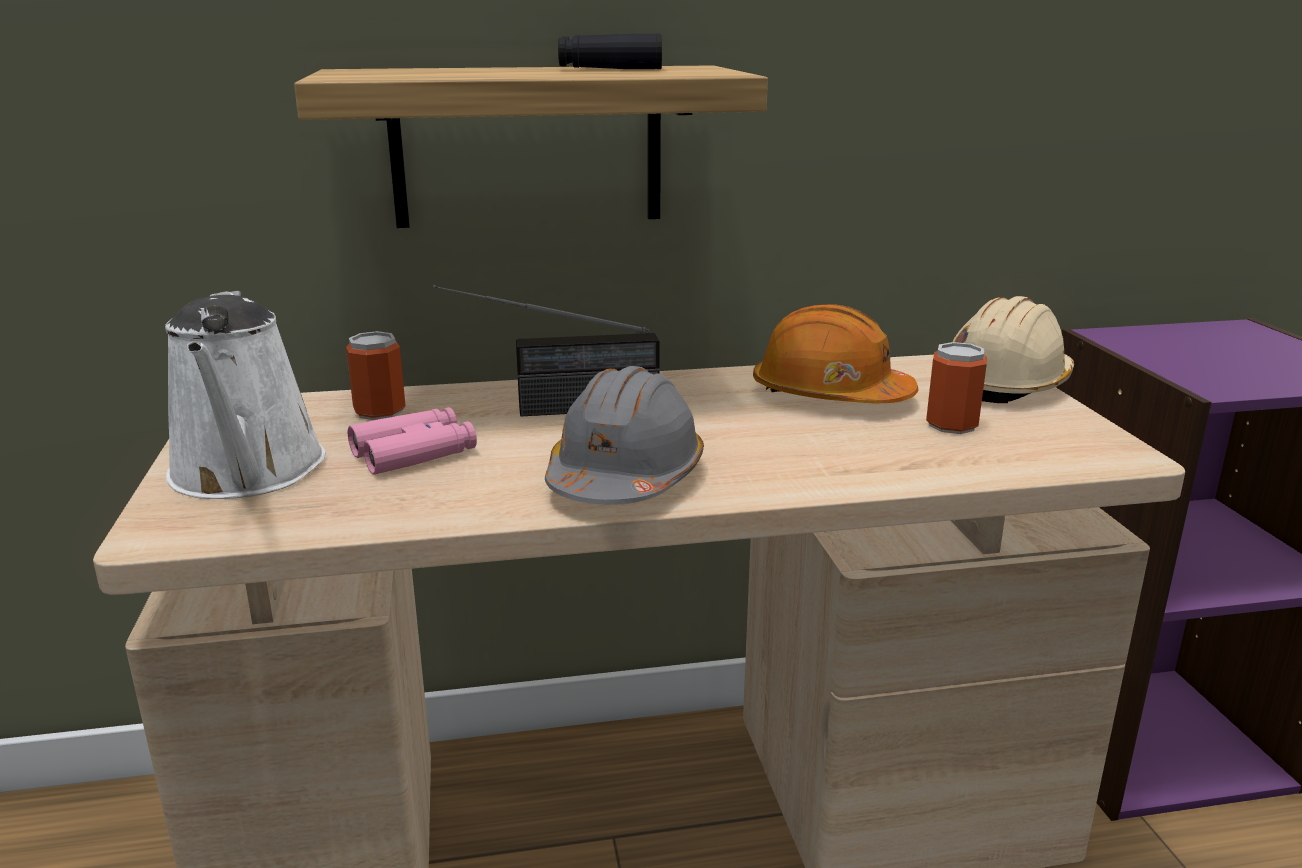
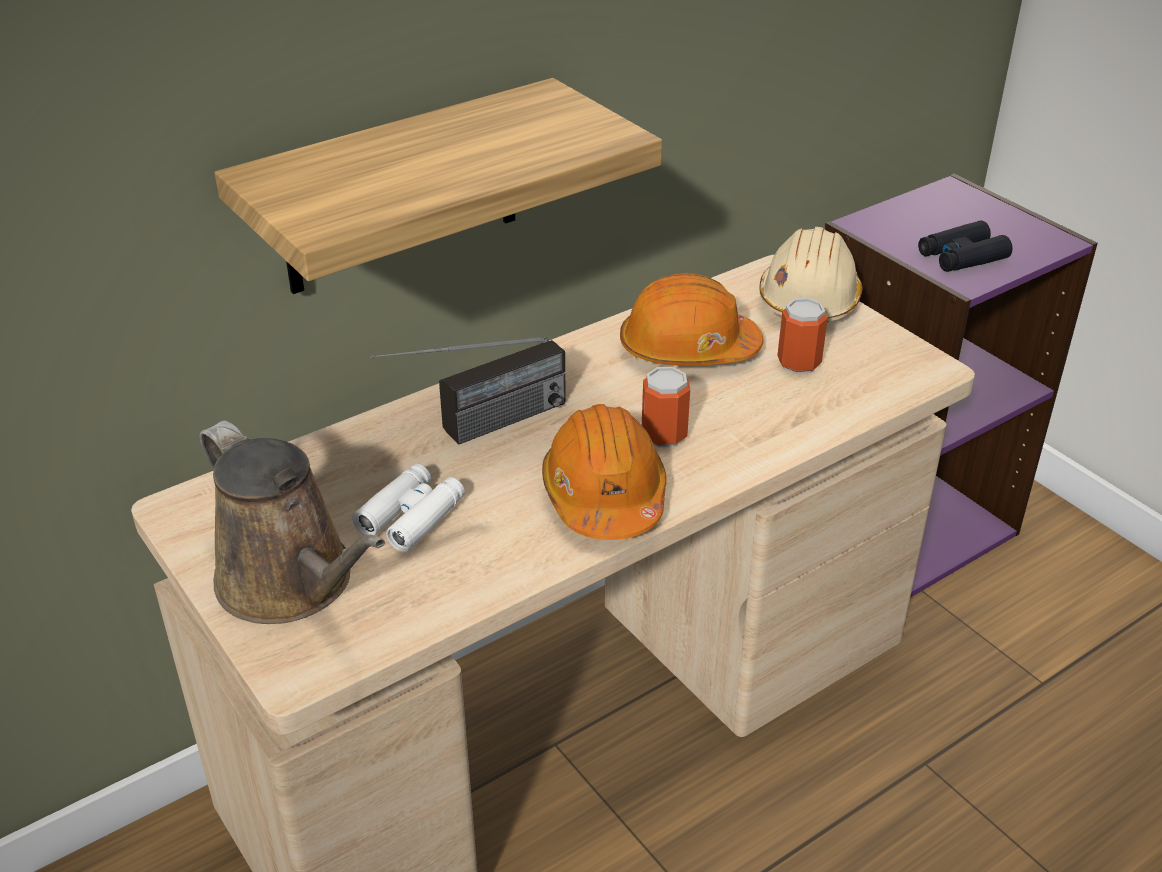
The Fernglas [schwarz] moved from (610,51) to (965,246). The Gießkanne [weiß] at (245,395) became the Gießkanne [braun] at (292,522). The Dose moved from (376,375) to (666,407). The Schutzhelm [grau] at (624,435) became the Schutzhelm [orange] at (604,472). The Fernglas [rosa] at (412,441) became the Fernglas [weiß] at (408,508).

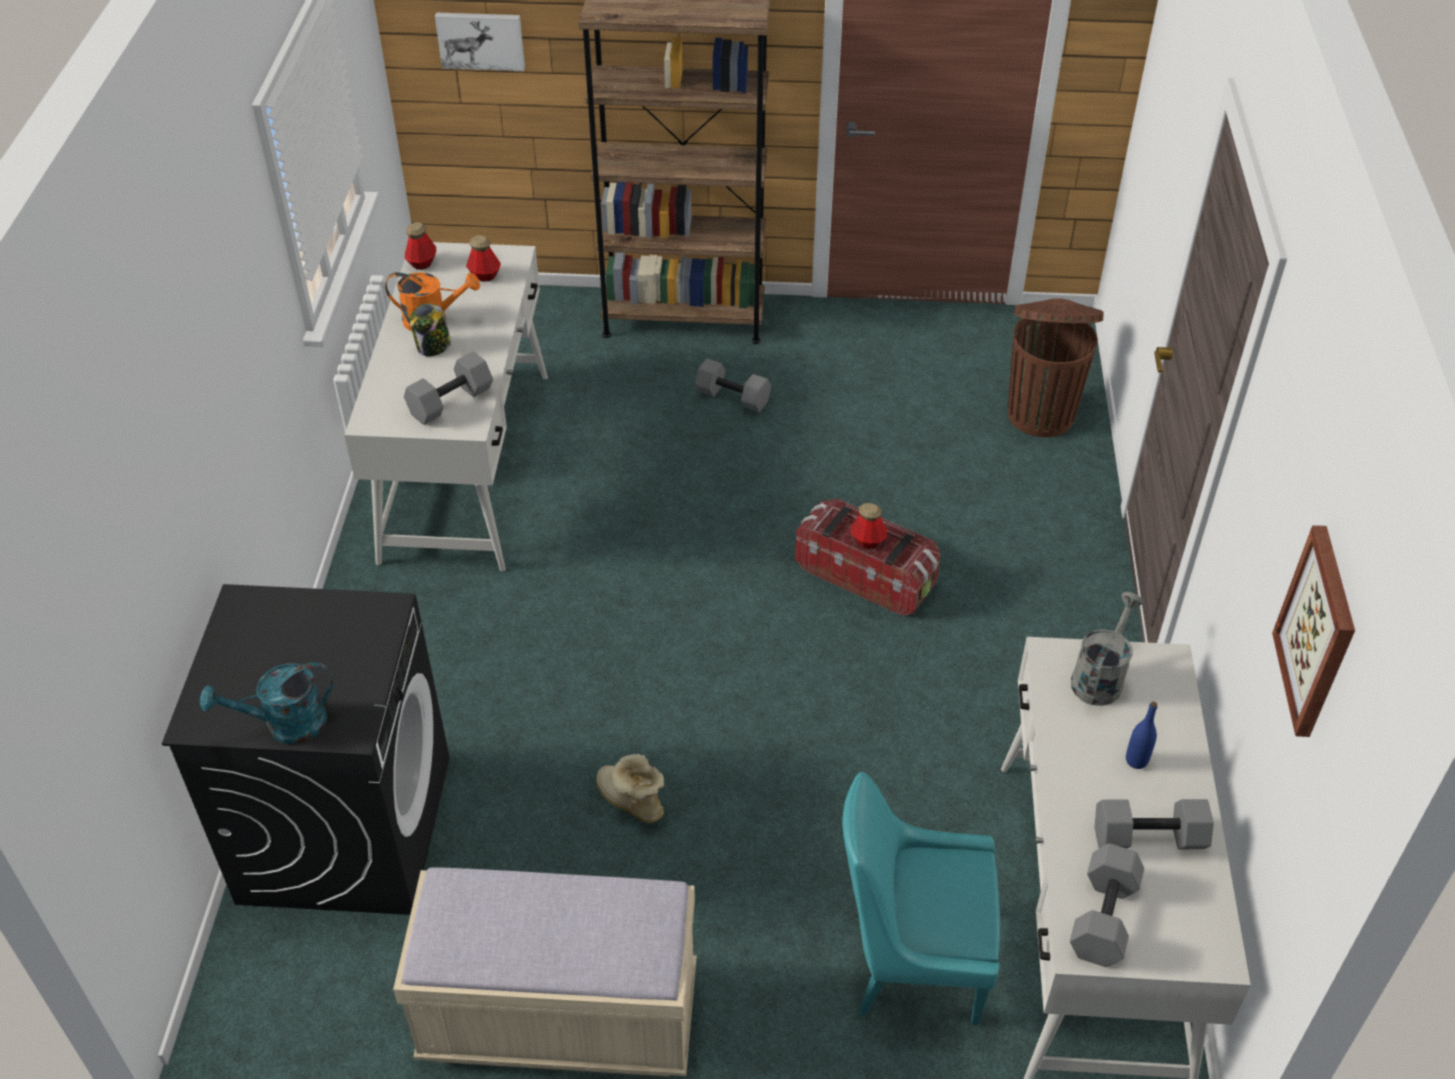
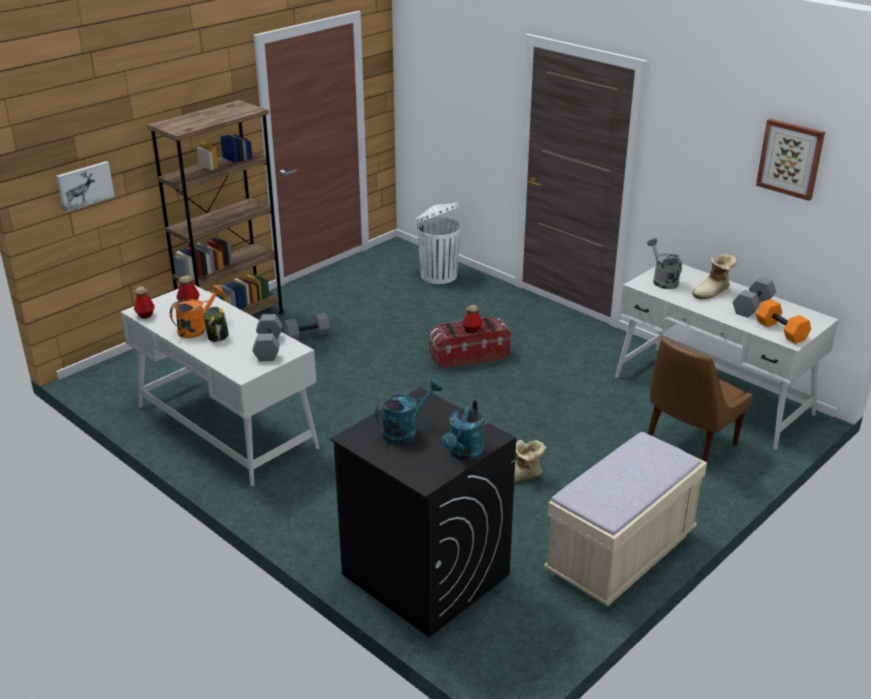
The Mülleimer [braun] at (1056,367) became the Mülleimer [weiß] at (437,243). The Flasche [blau] at (1141,735) was replaced by the Stiefel at (714,276). The Stuhl [türkis] at (921,898) became the Stuhl [braun] at (700,400). The Hantel [grau] at (1107,905) became the Hantel [orange] at (783,321). The Gießkanne [türkis] at (409,411) appeared.

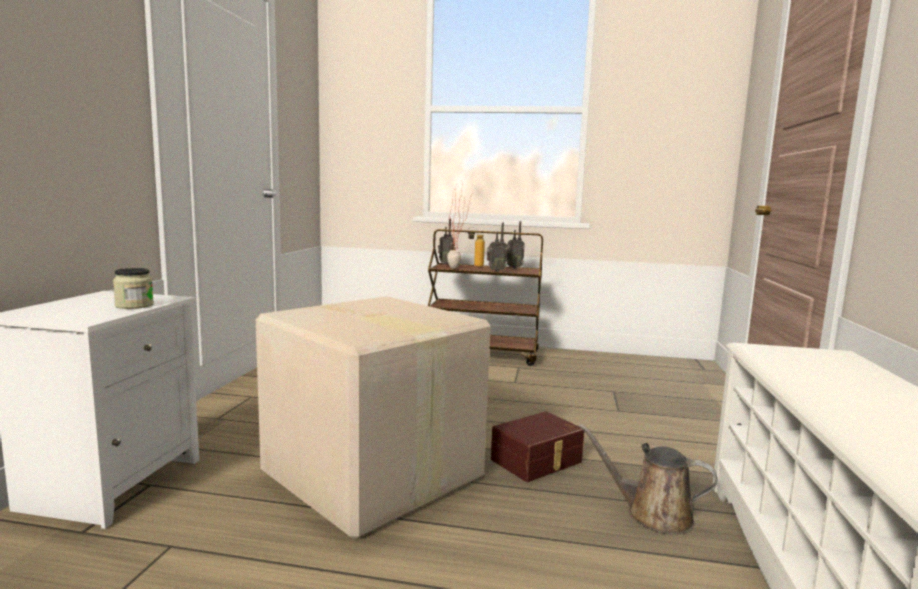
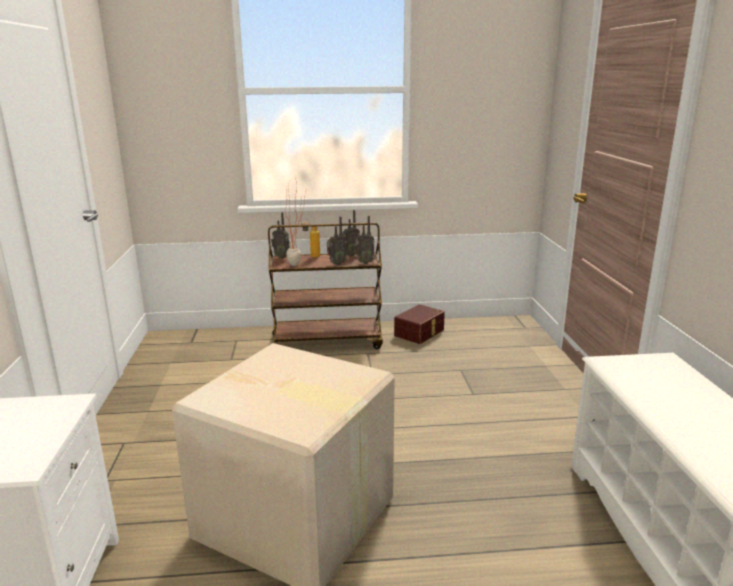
The Vorratsglas at (133,288) disappeared. The Aufbewahrungsbox [braun] moved from (537,446) to (419,324). The Gießkanne [braun] at (648,479) disappeared. The Radio at (364,240) appeared.

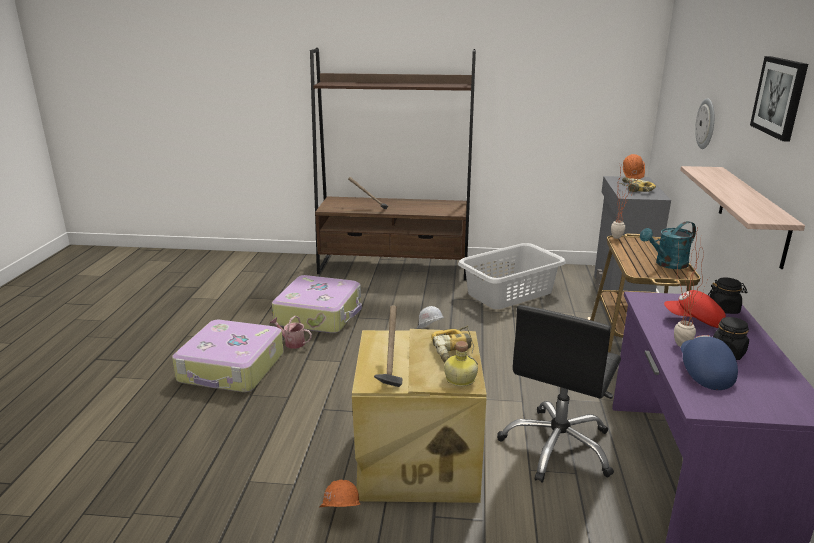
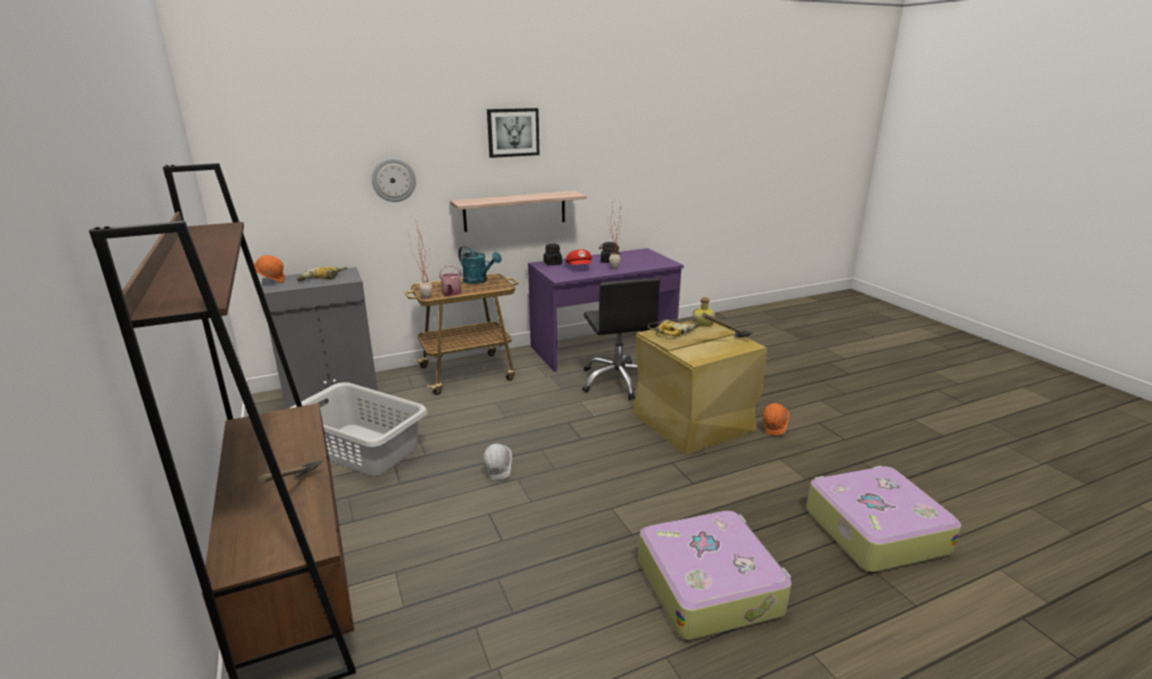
The Koffer moved from (317,304) to (884,518). The Bürostuhl [schwarz] at (559,394) turned 75 degrees clockwise. The Gießkanne moved from (291,332) to (450,280). The Kappe [blau] at (709,362) disappeared.

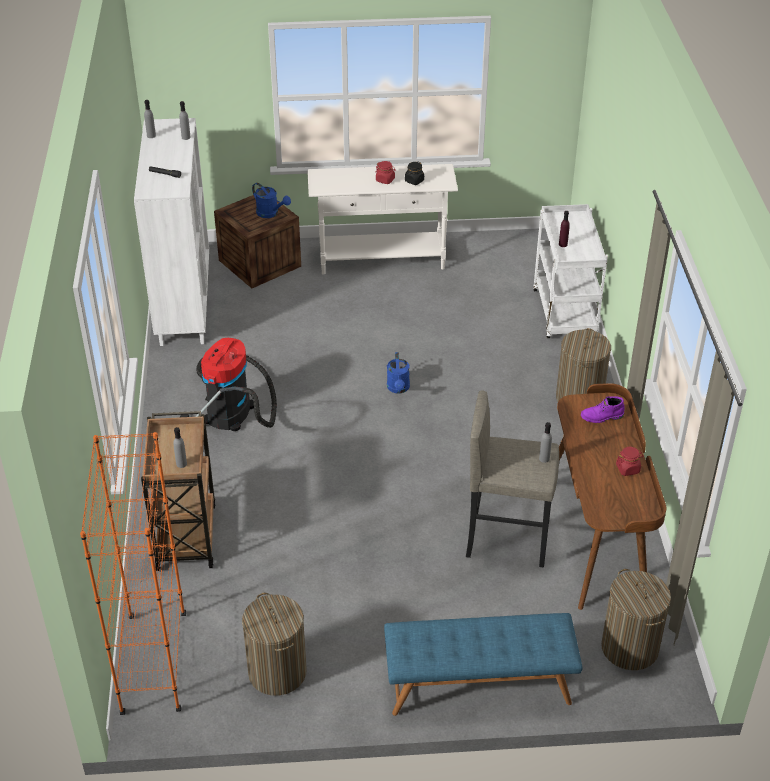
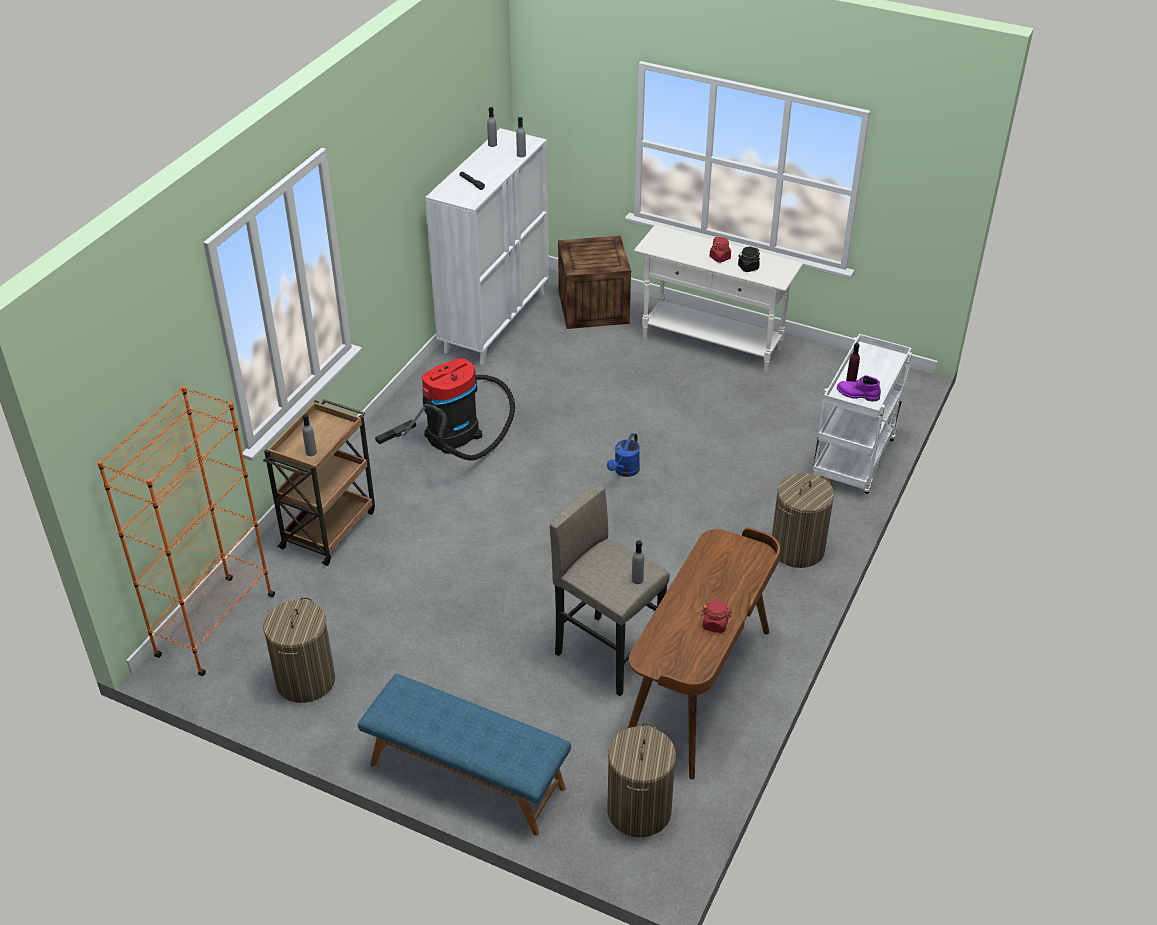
The Gießkanne [blau] at (271,200) disappeared. The Stiefel [lila] moved from (603,409) to (859,388).

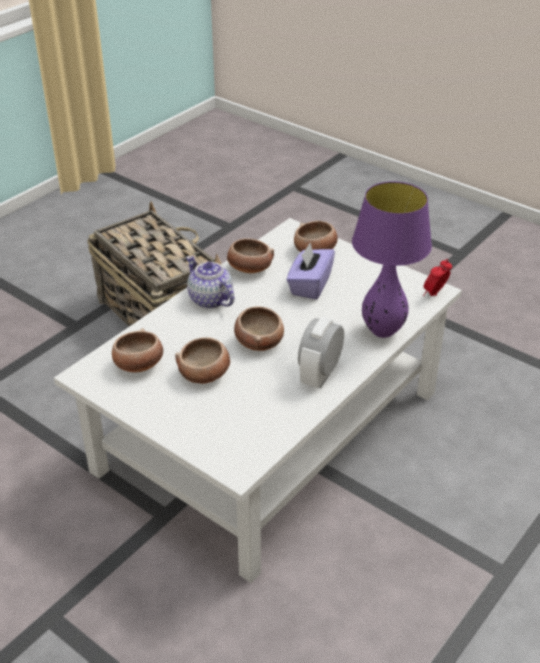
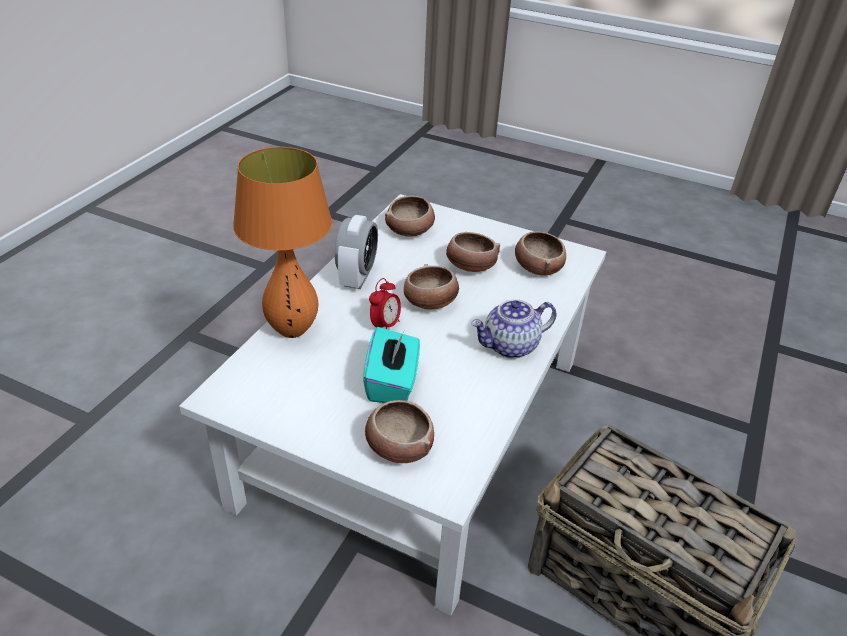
The Tischlampe [lila] at (392,259) became the Tischlampe [orange] at (282,242). The Schüssel moved from (250,255) to (410,216). The Taschentuchbox [lila] at (311,271) became the Taschentuchbox [türkis] at (391,365). The Teekanne at (210,282) turned 120 degrees clockwise. The Wecker moved from (437,277) to (385,303).

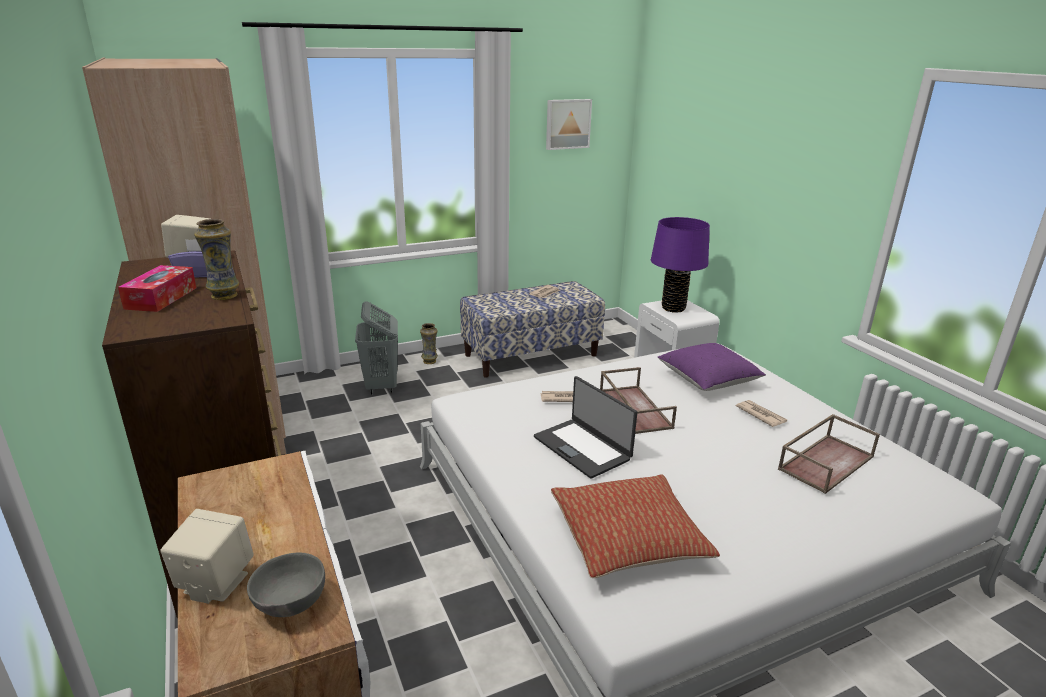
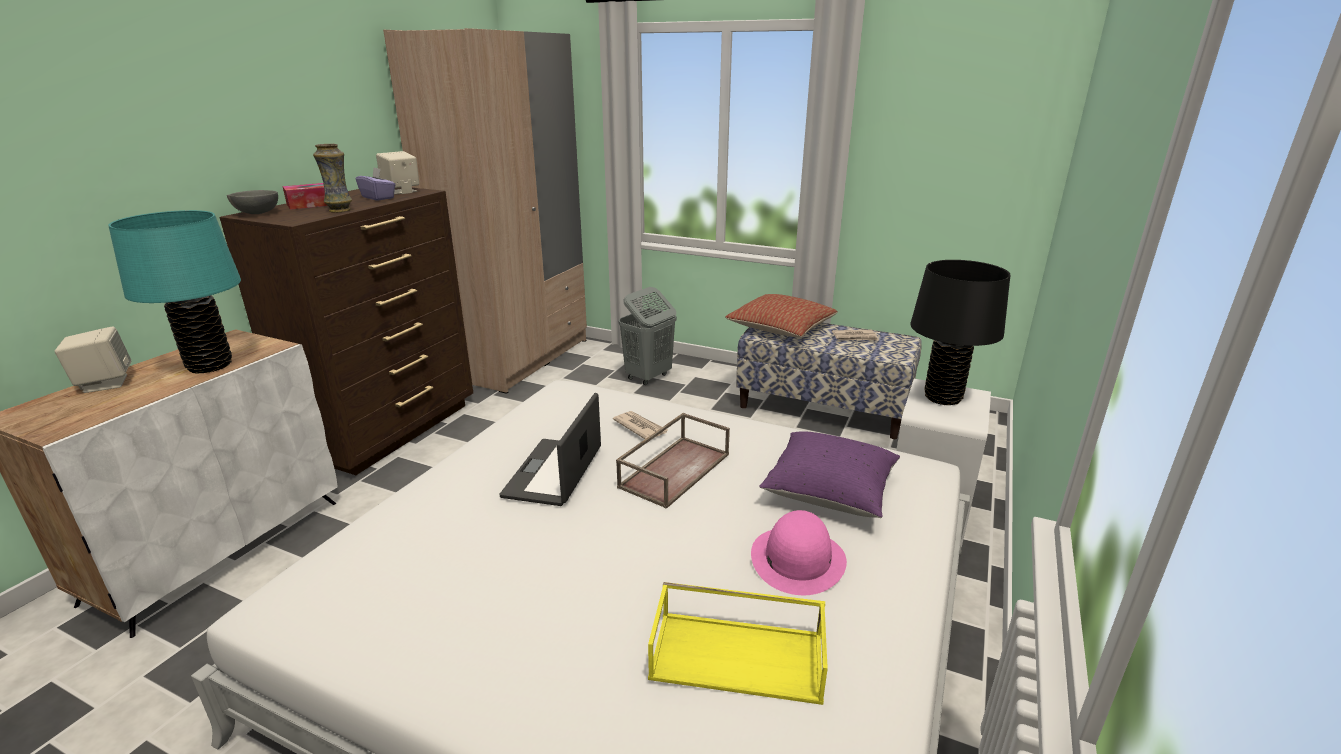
The Bild at (569,124) disappeared. The Tischlampe [lila] at (680,265) became the Tischlampe [schwarz] at (960,332). The Vase at (429,343) disappeared. The Zeitung at (761,413) was replaced by the Hut [rosa] at (799,552). The Tablett [braun] at (829,454) became the Tablett [gelb] at (738,643). The Kissen moved from (635,526) to (781,316). The Schüssel [grau] moved from (286,584) to (252,202). The Tischlampe [türkis] at (174,291) appeared.

